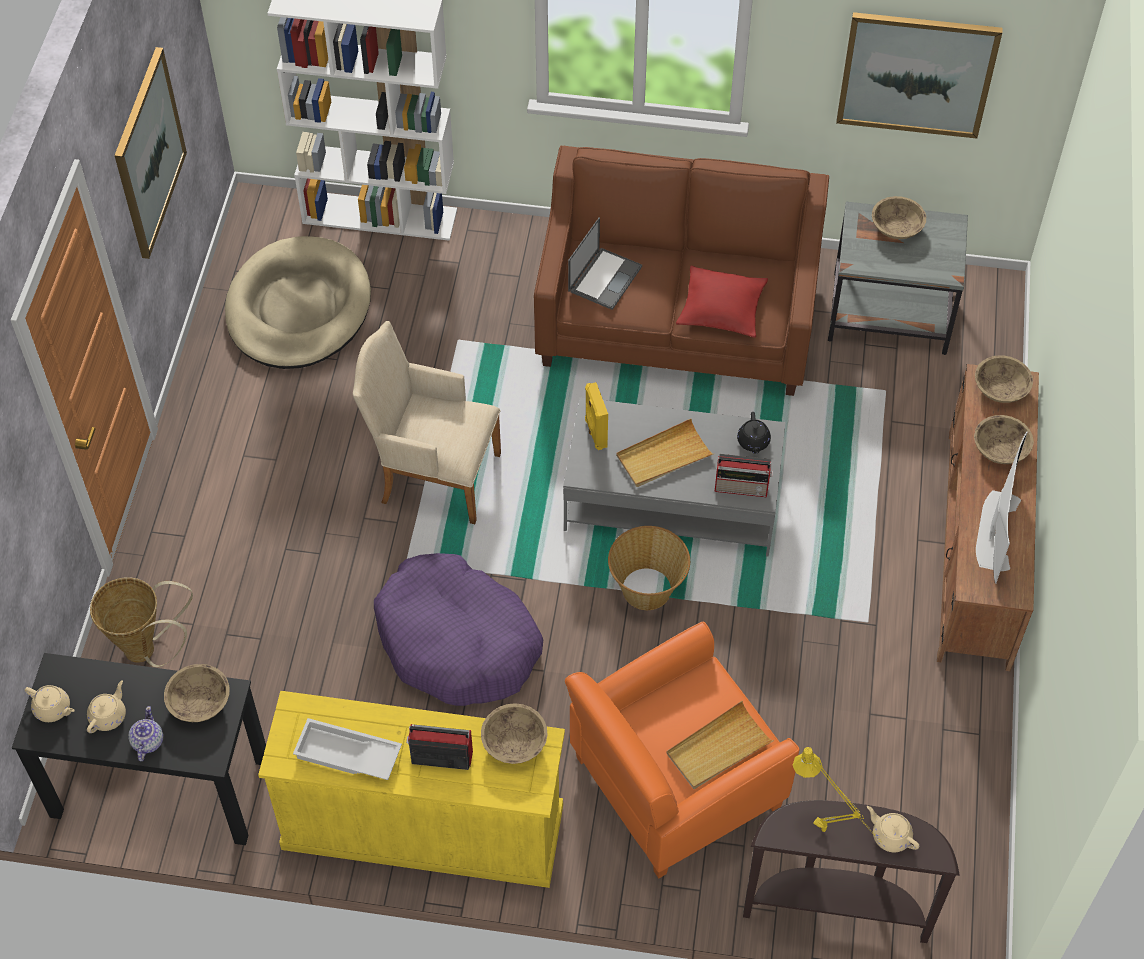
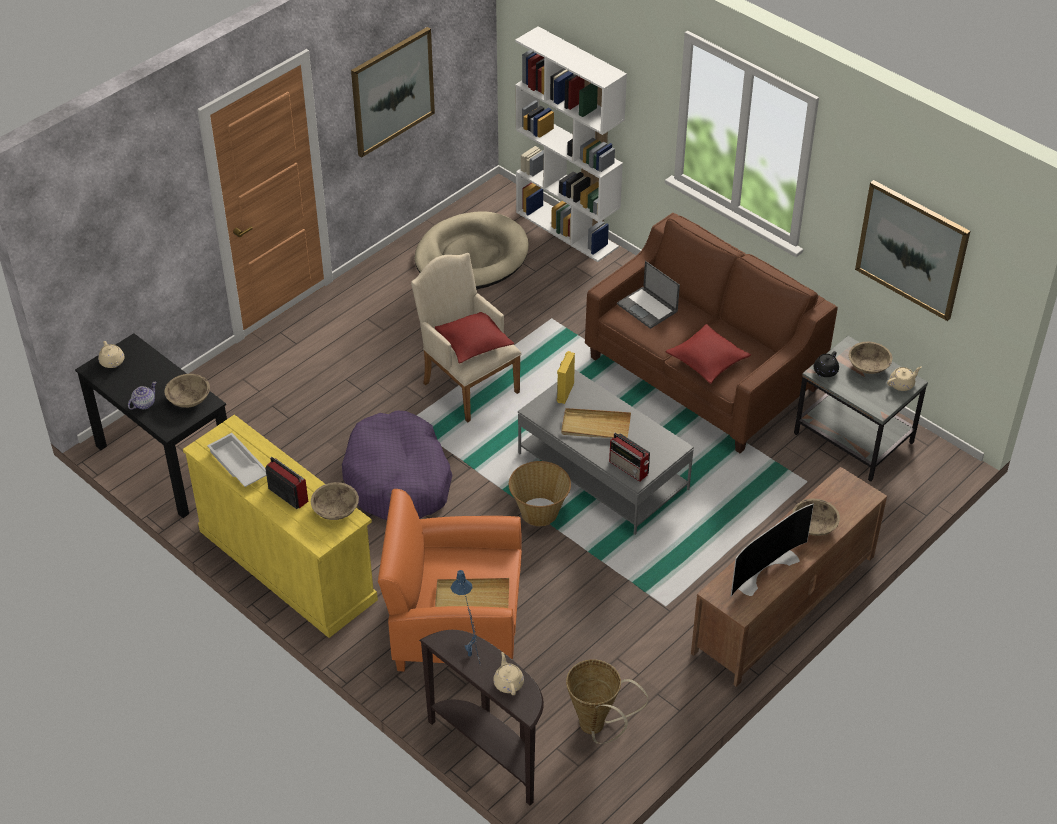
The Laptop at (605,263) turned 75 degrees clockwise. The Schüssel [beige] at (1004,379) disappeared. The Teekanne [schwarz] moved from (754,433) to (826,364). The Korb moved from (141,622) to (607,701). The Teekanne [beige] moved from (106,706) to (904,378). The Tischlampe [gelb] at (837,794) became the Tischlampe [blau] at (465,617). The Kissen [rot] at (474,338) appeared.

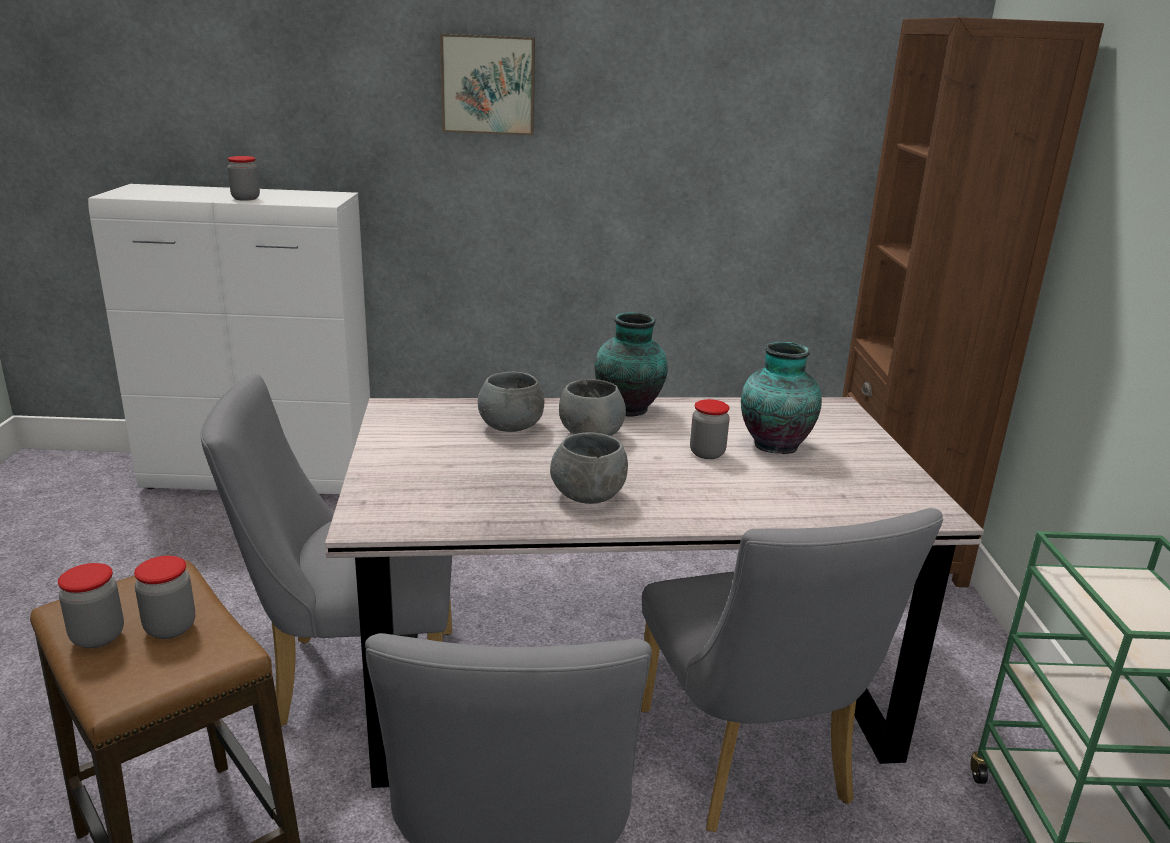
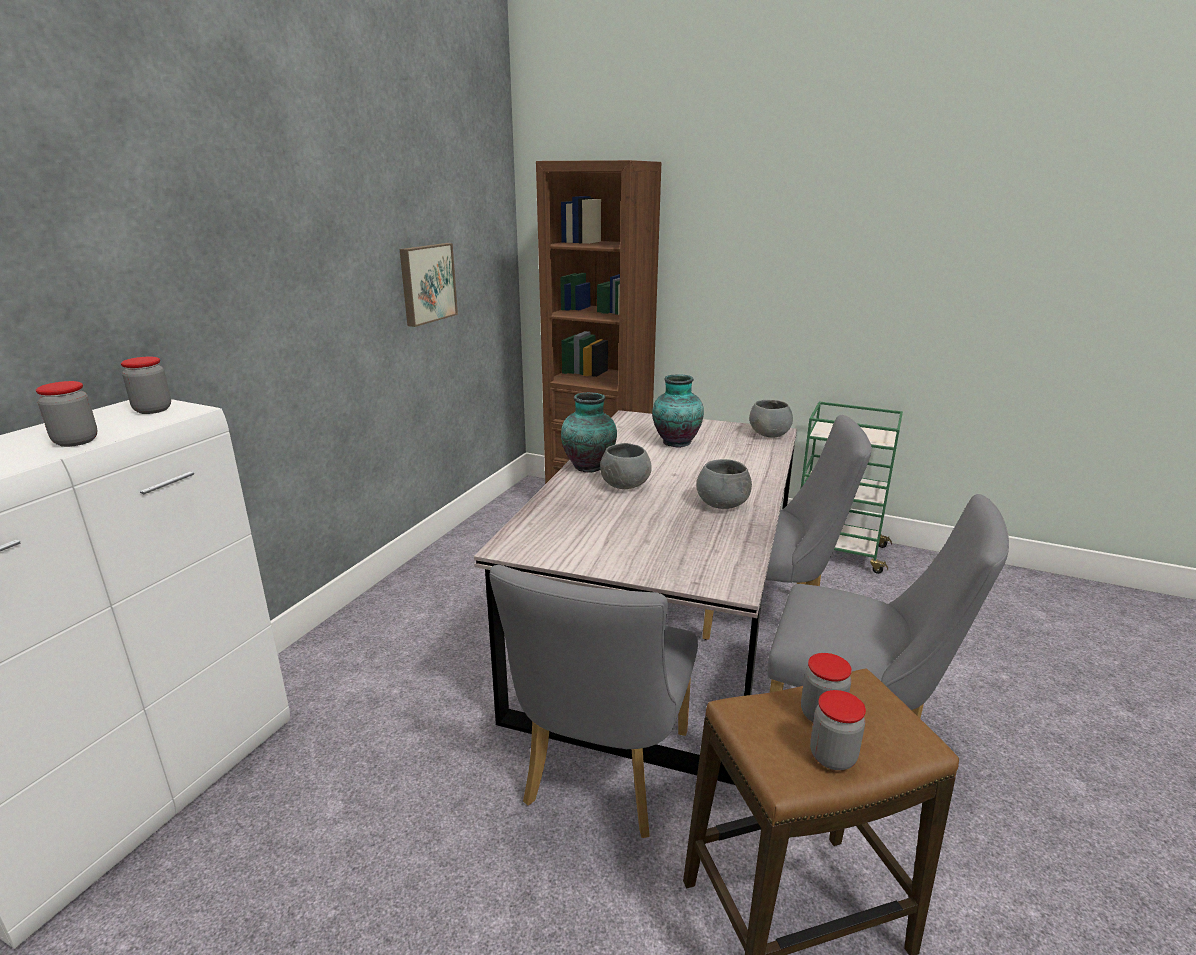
The Bild moved from (487,84) to (428,285). The Schüssel [grau] moved from (511,402) to (771,419). The Vorratsglas moved from (710,429) to (146,385).

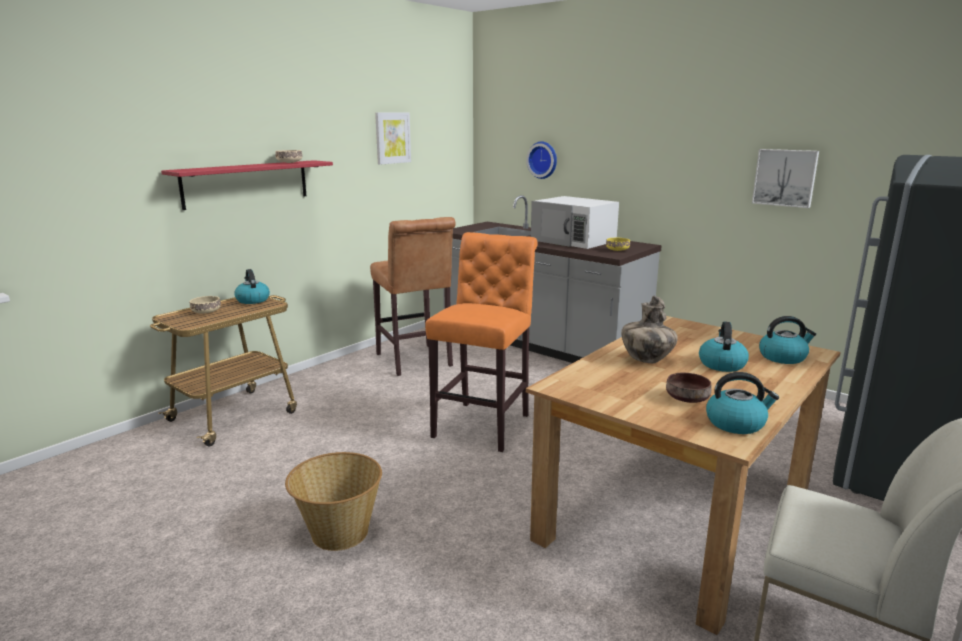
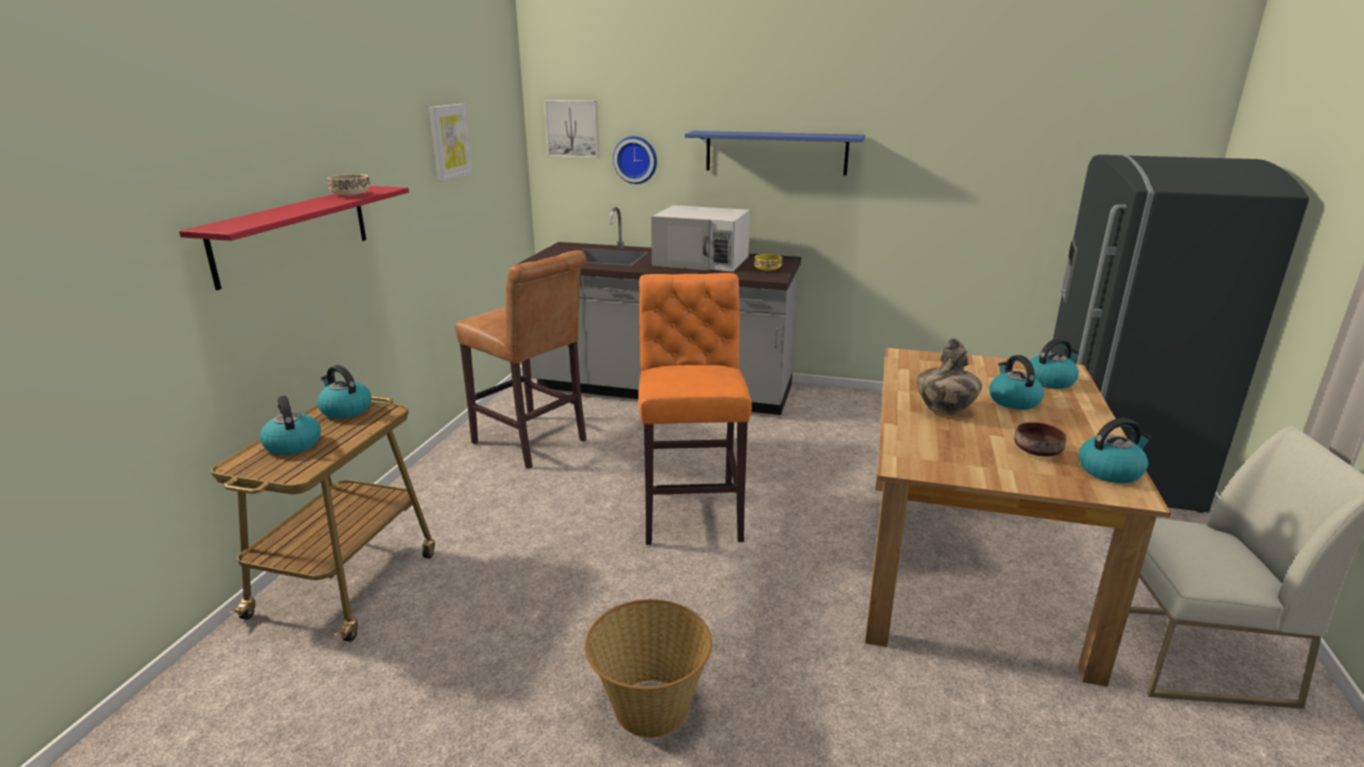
The Bild moved from (785,178) to (571,129). The Schüssel [beige] at (205,305) was replaced by the Wasserkessel at (290,425). The Wandregal [blau] at (775,153) appeared.

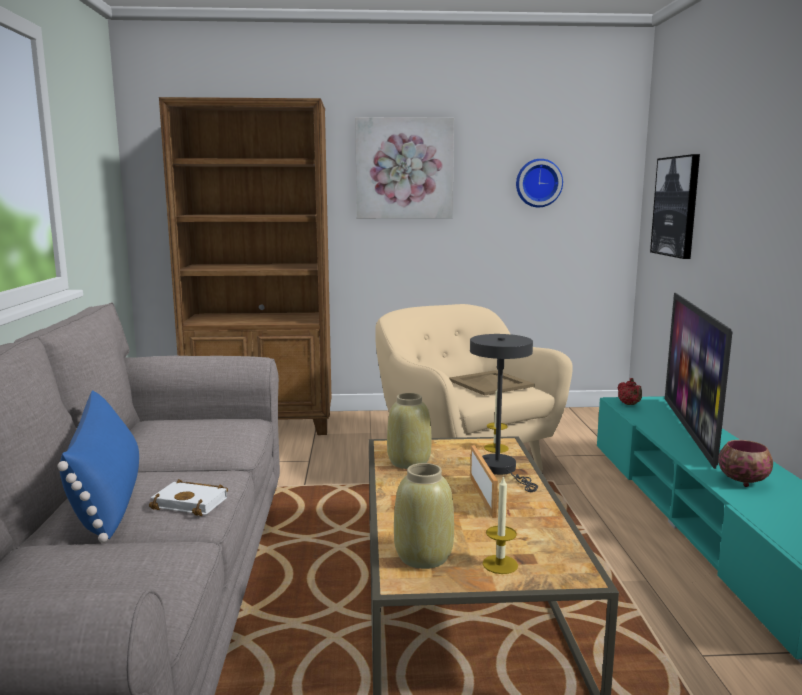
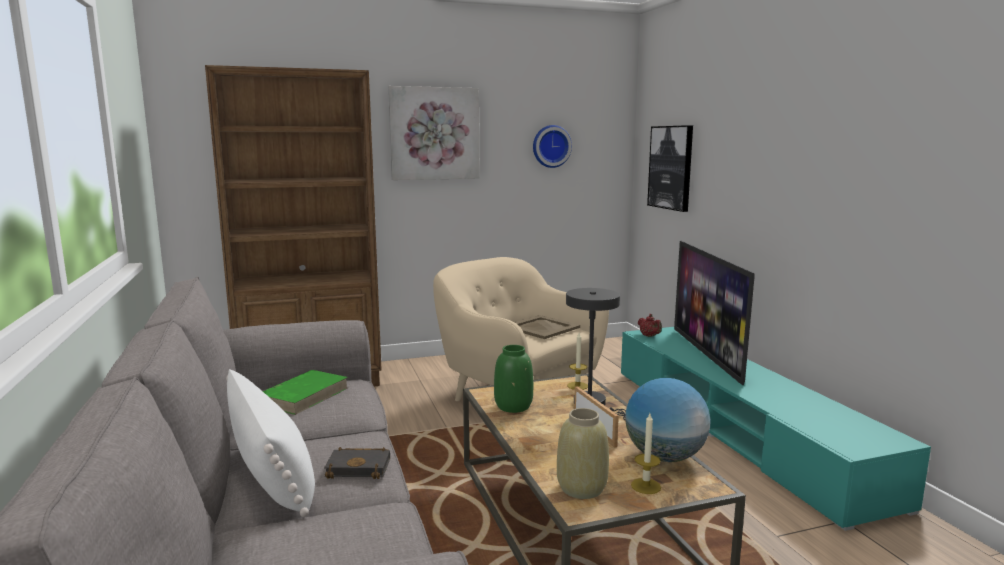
The Kissen [blau] at (98,466) became the Kissen [weiß] at (270,443). The Vase [beige] at (409,431) became the Vase [grün] at (513,379). The Schüssel at (745,463) disappeared. The Buch [weiß] at (188,497) became the Buch [schwarz] at (357,463). The Buch [grün] at (305,392) appeared. The Globus at (667,420) appeared.

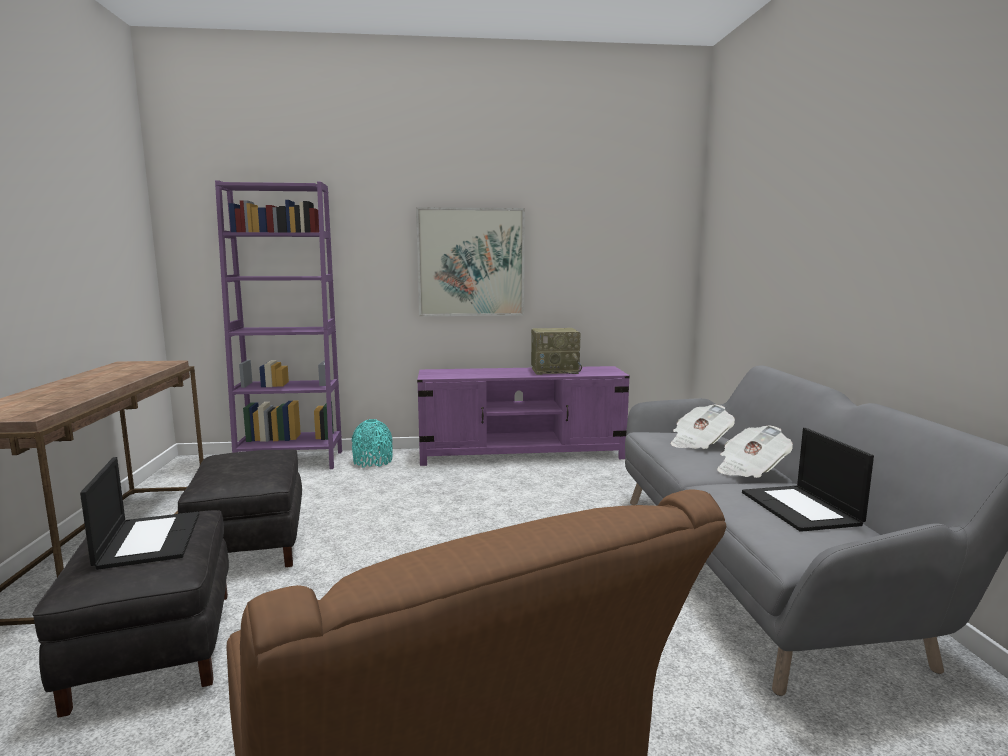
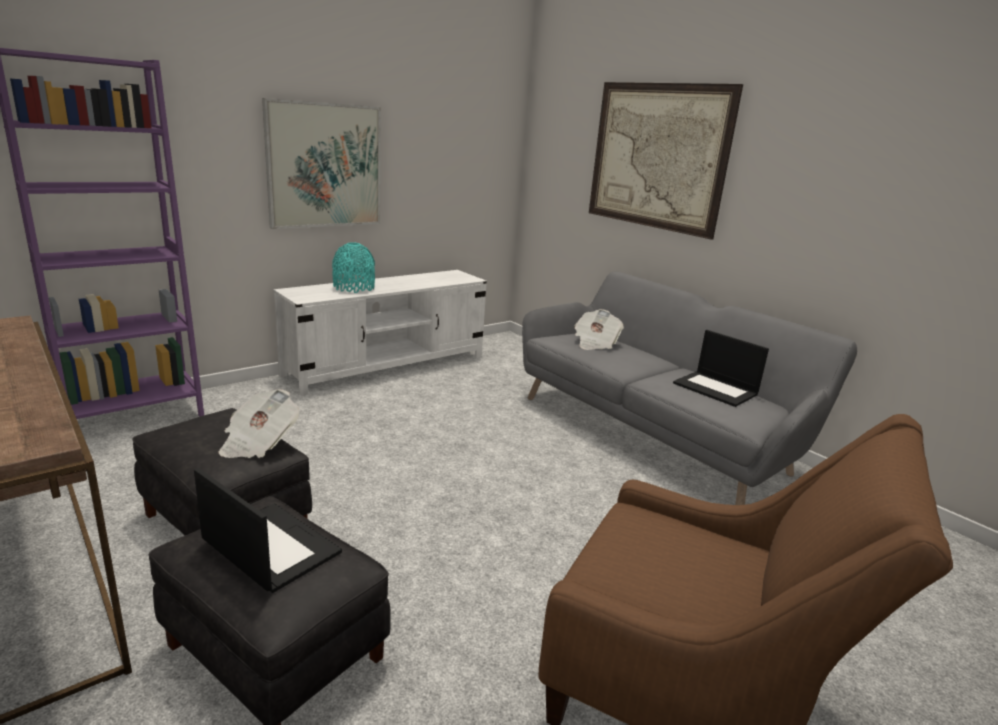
The Radio at (556,351) disappeared. The Fernsehschrank [lila] at (523,416) became the Fernsehschrank [weiß] at (380,333). The Vase [türkis] moved from (372,443) to (353,267). The Zeitung moved from (755,452) to (259,423). The Bild at (666,161) appeared.

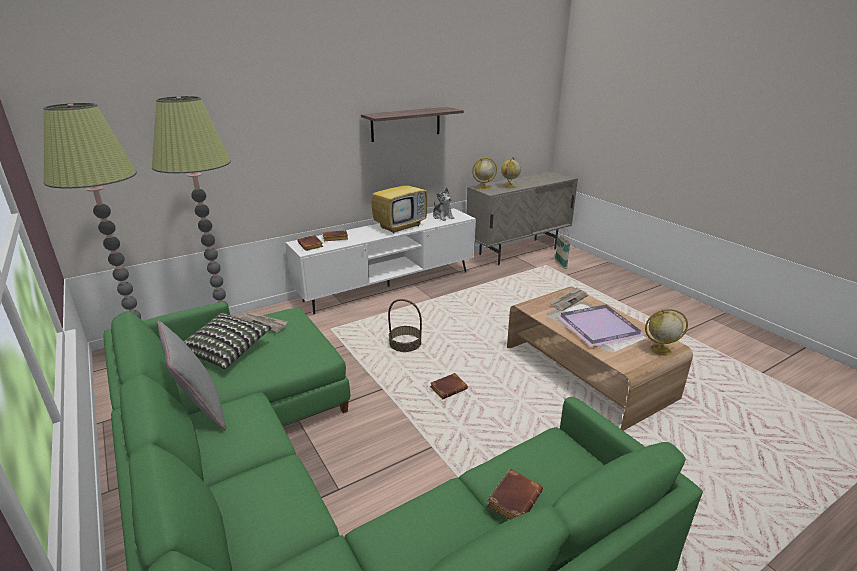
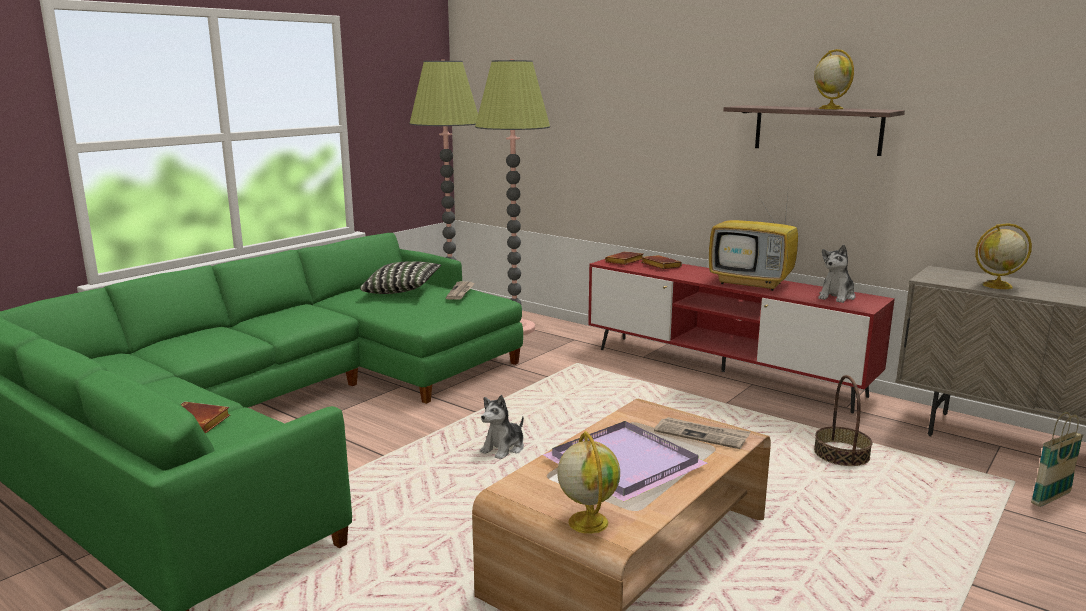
The Globus moved from (484,173) to (834,79). The Fernsehschrank [weiß] at (381,261) became the Fernsehschrank [rot] at (741,336). The Korb moved from (405,325) to (843,420). The Kissen [grau] at (191,375) disappeared. The Buch [braun] at (449,386) was replaced by the Plüschtier at (502,427).

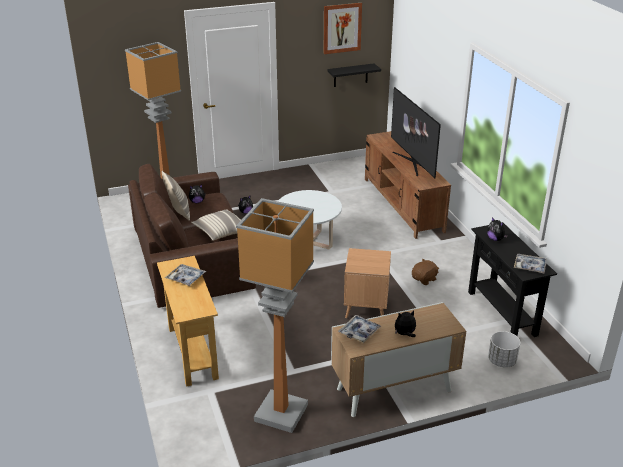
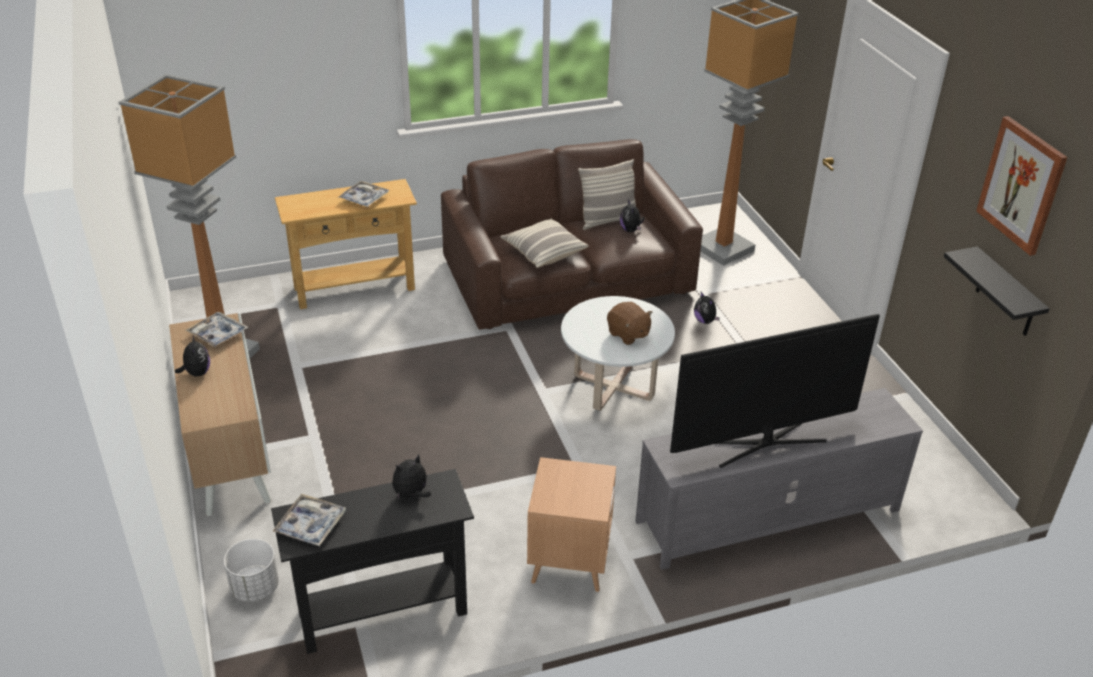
The Fernsehschrank [braun] at (408,185) became the Fernsehschrank [grau] at (779,479). The Beistelltisch [braun] moved from (367,283) to (571,524). The Plüschtier [braun] moved from (425,272) to (629,323).

